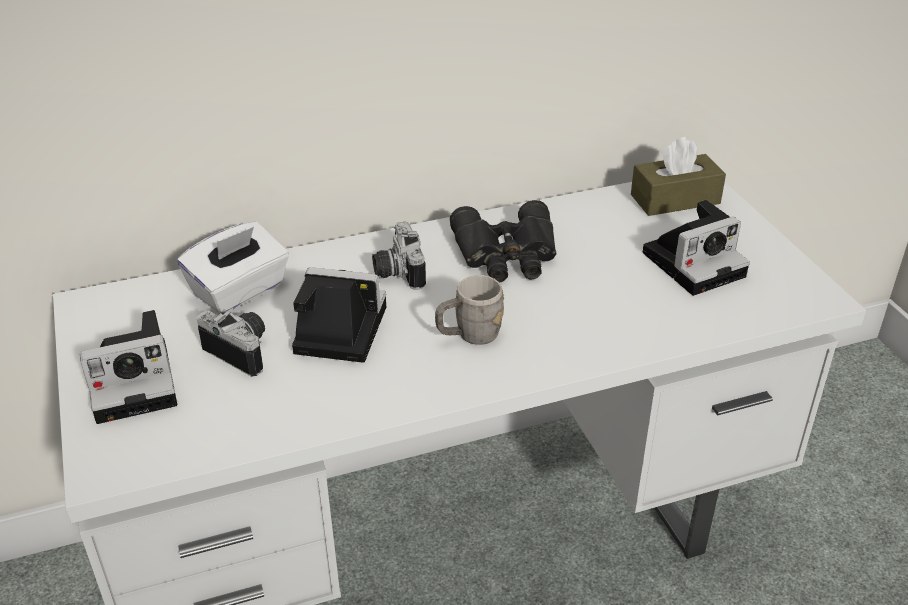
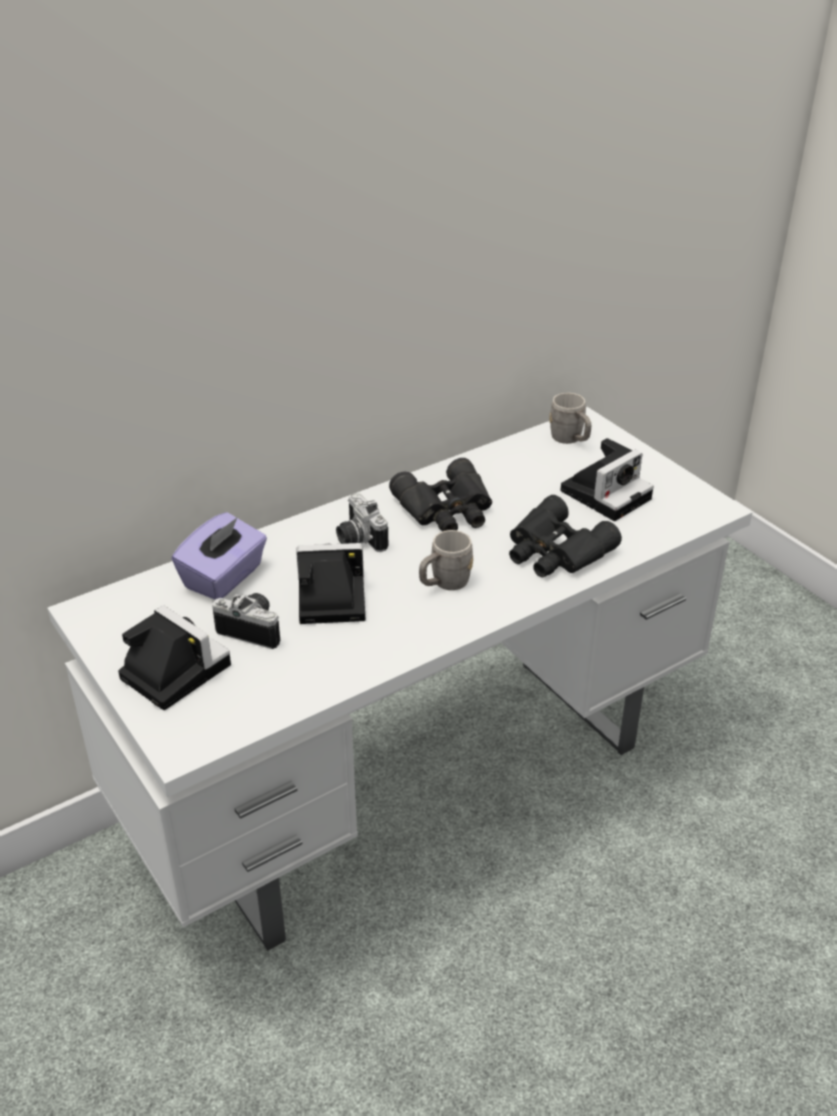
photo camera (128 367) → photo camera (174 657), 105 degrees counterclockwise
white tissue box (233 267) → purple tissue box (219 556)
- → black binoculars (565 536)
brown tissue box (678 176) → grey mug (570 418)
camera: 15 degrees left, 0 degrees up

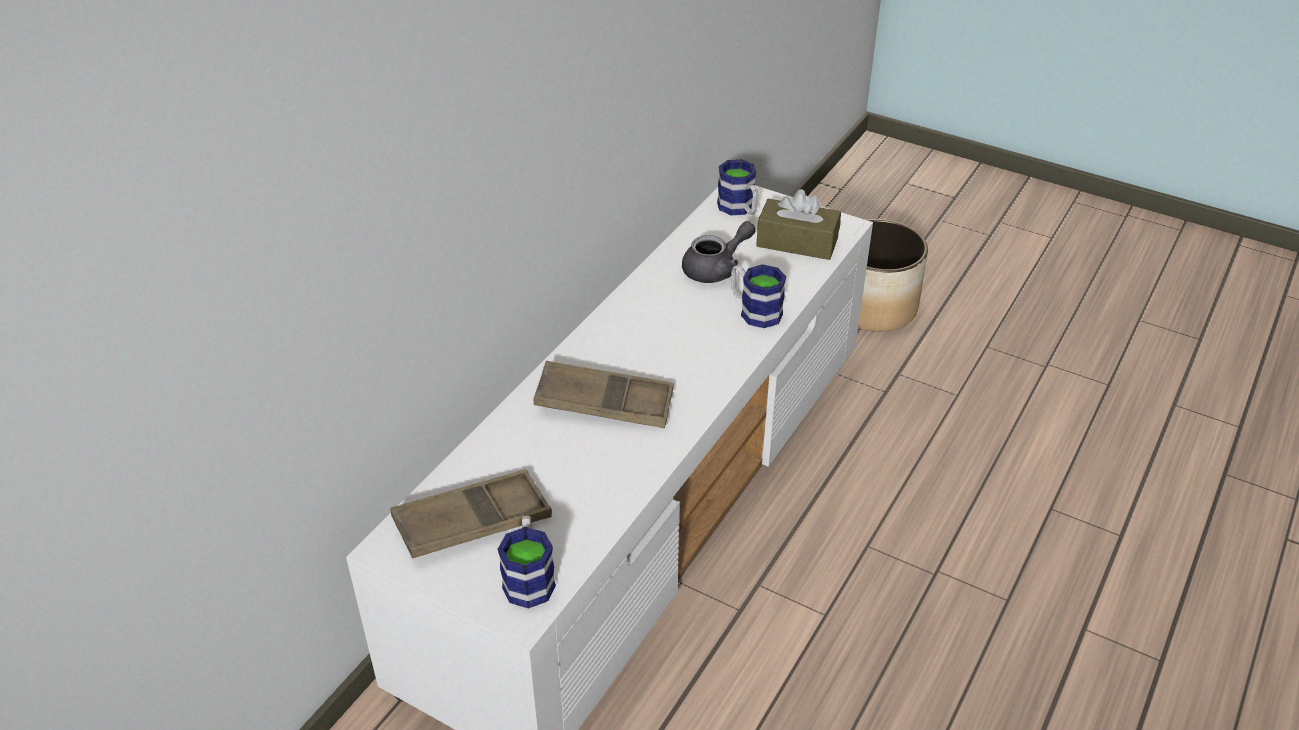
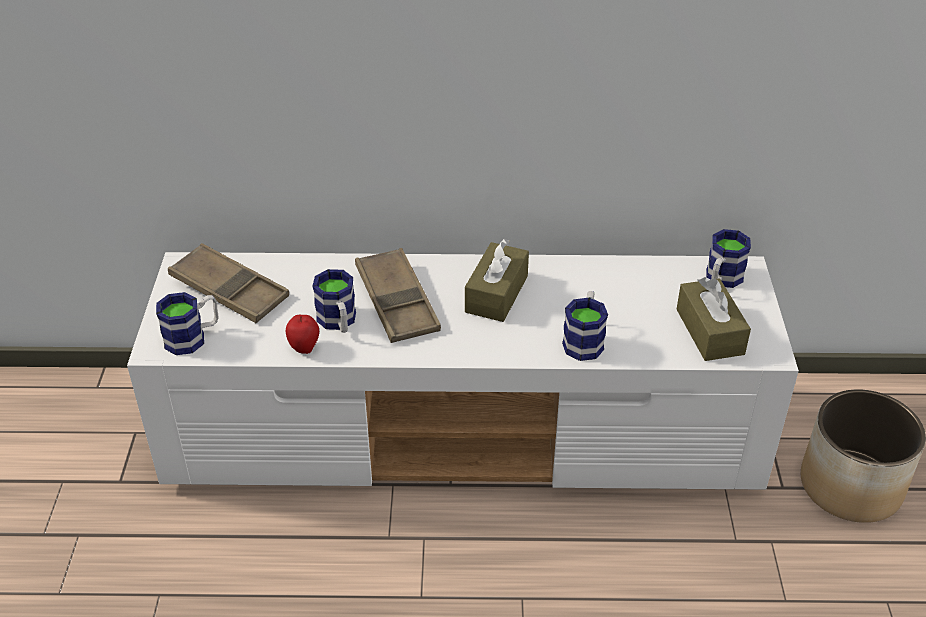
- → apple (302 334)
- → mug (334 301)
- → brown tissue box (497 280)
grey teapot (719 252) → -
camera: 60 degrees right, 0 degrees up

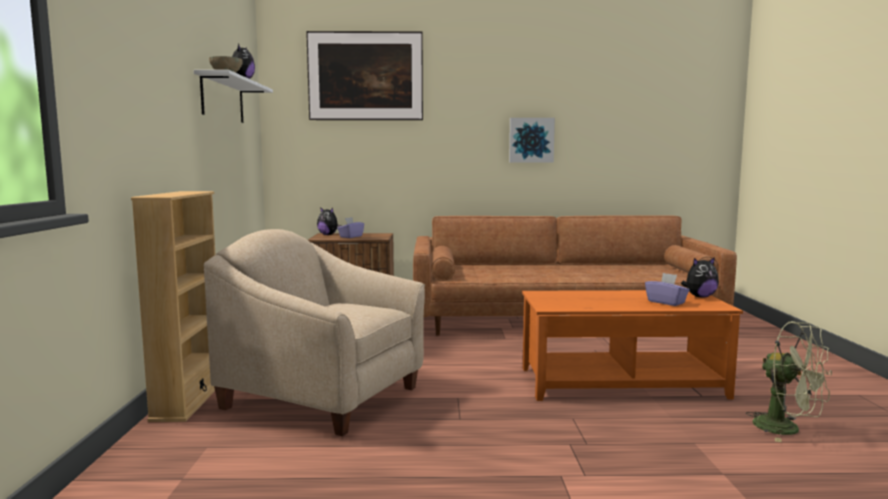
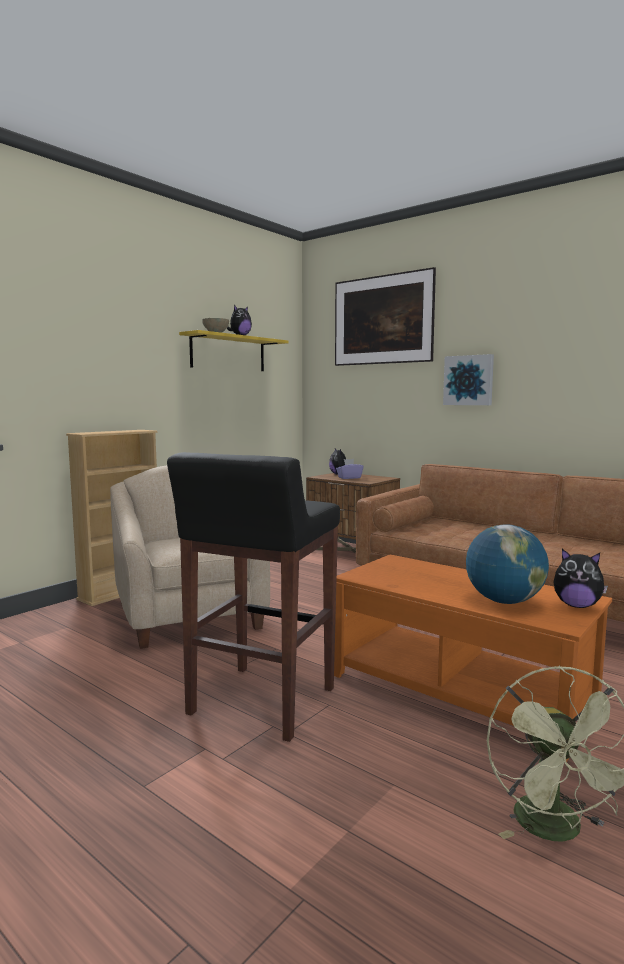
- → black stool (253 597)
white shelf (233 96) → yellow shelf (234 350)
picture (532 140) → picture (468 379), moved
purple tissue box (667 289) → globe (507 564)
camera: 40 degrees right, 0 degrees up

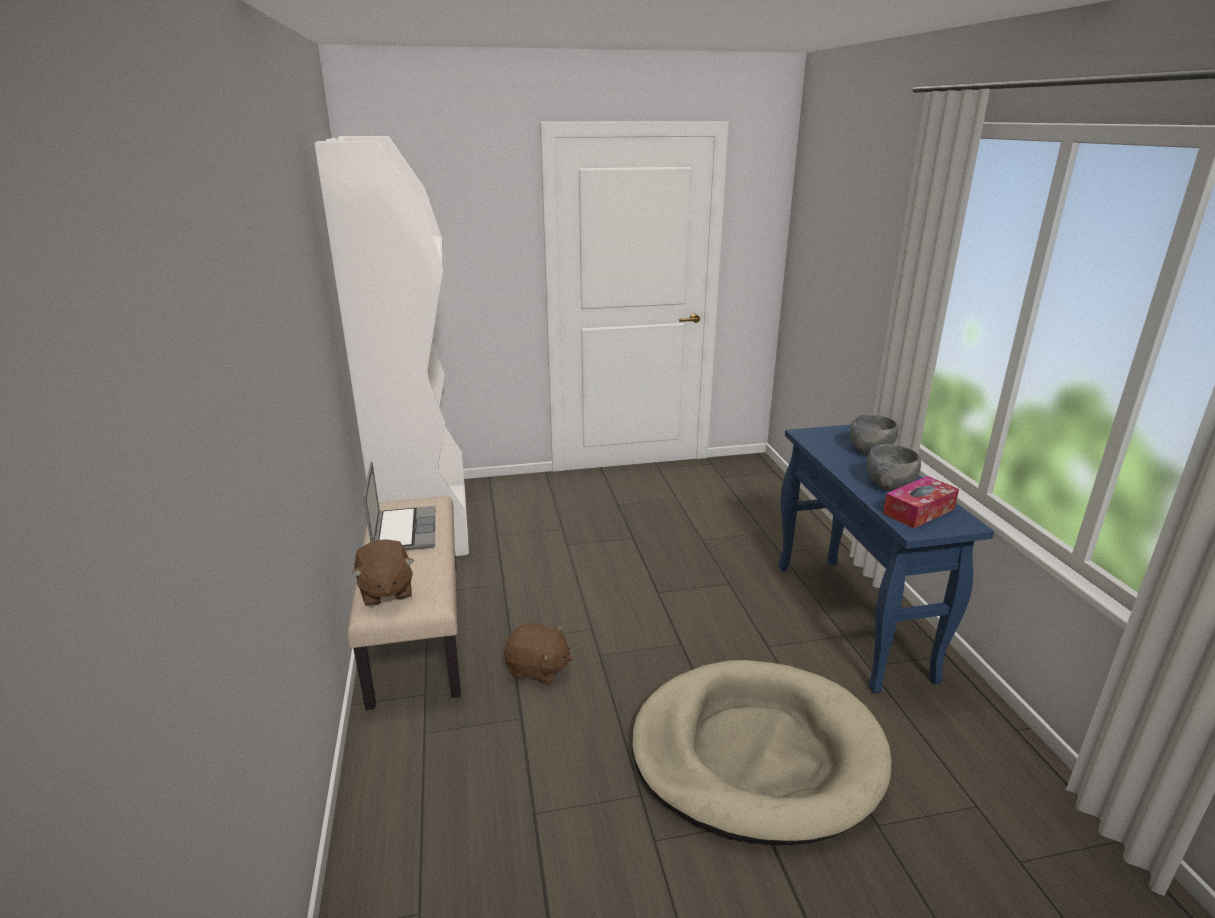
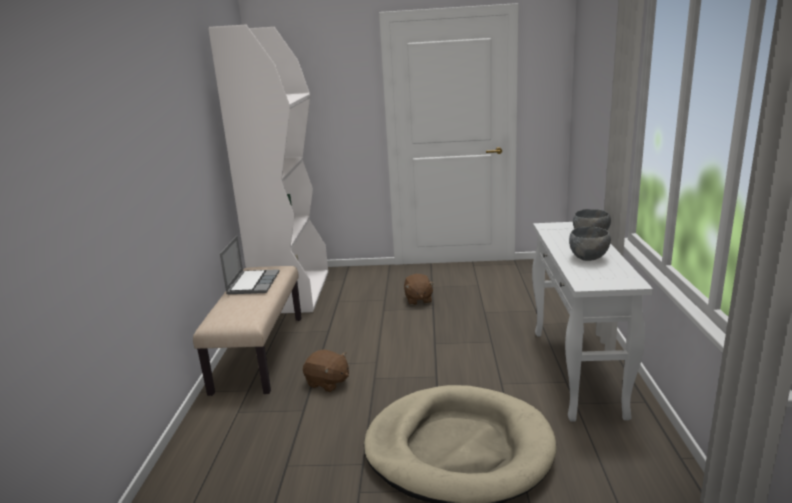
brown plush toy (383 573) → brown plush toy (419 289), moved
blue console table (886 559) → white console table (592 322)
tissue box (921 502) → -
camera: 15 degrees right, 5 degrees down

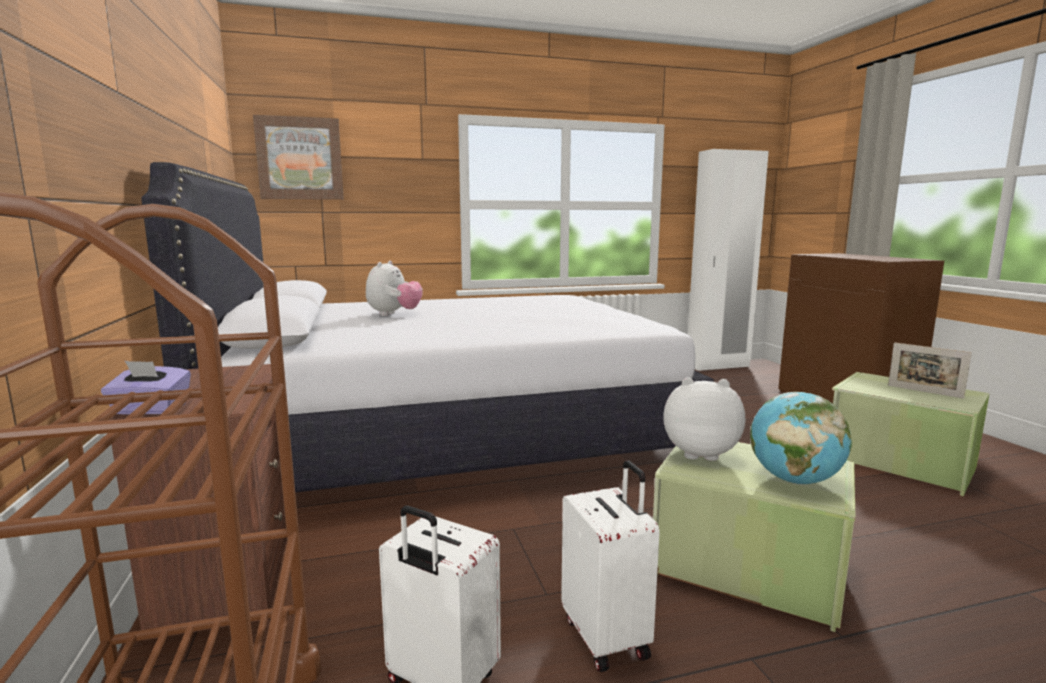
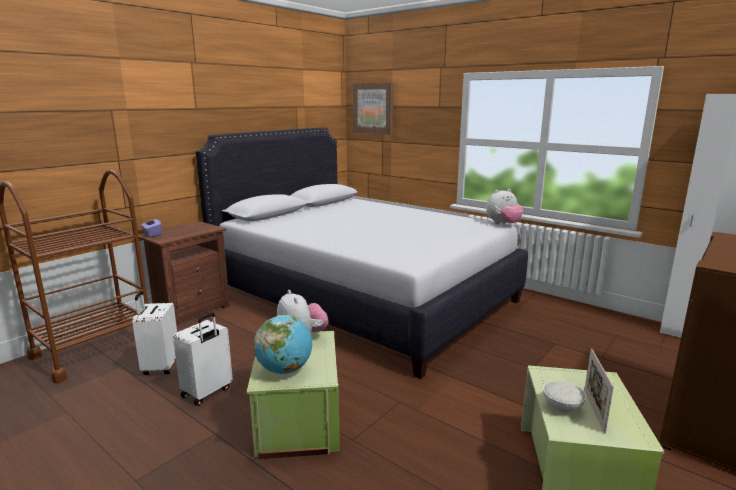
plush toy (394 288) → plush toy (505 206), moved
- → white bowl (564 397)
camera: 55 degrees right, 5 degrees up

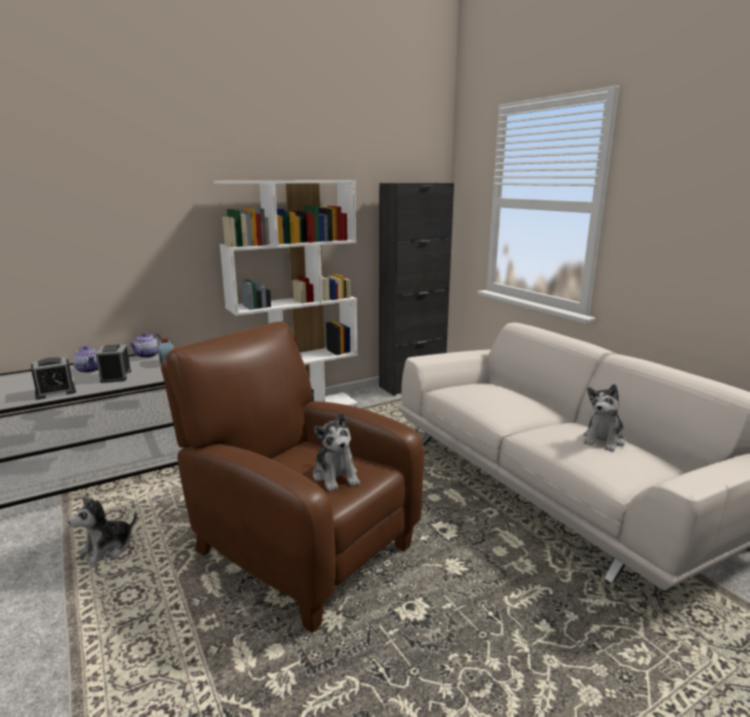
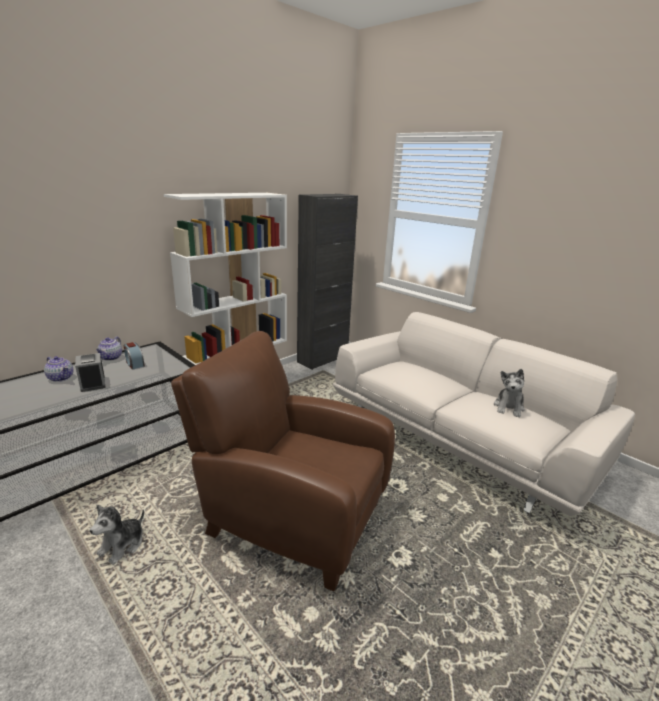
alarm clock (53 378) → -
plush toy (336 452) → -
camera: 15 degrees left, 5 degrees up

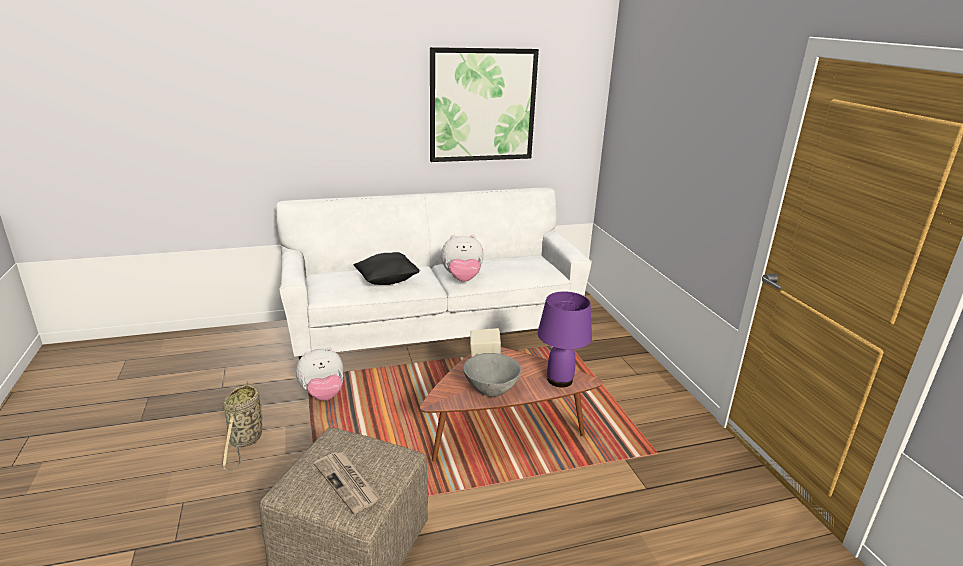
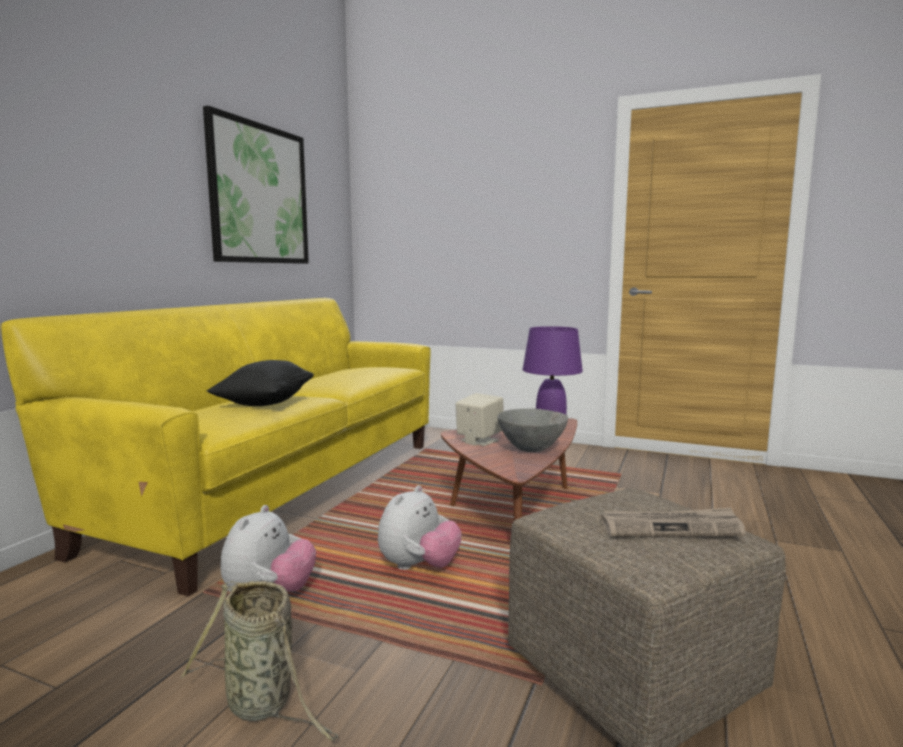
white sofa (434 274) → yellow sofa (216 447)
plush toy (462 258) → plush toy (420 527), moved
camera: 50 degrees left, 15 degrees down

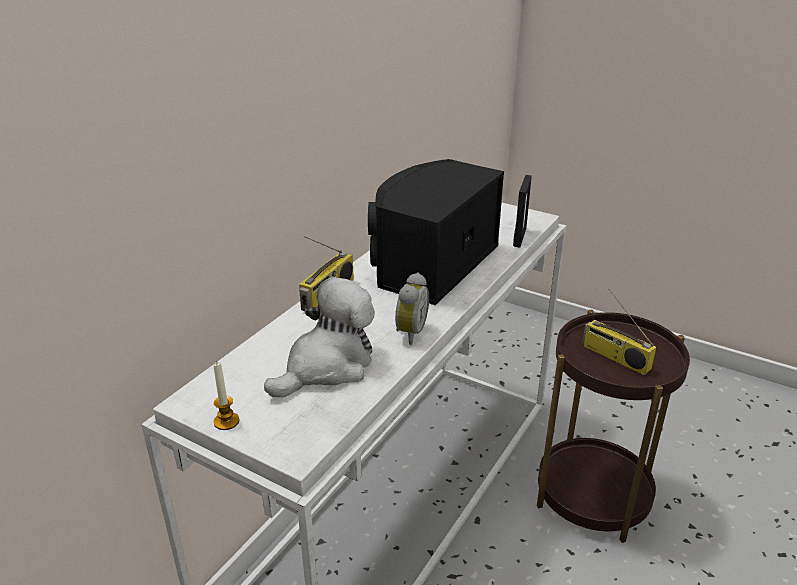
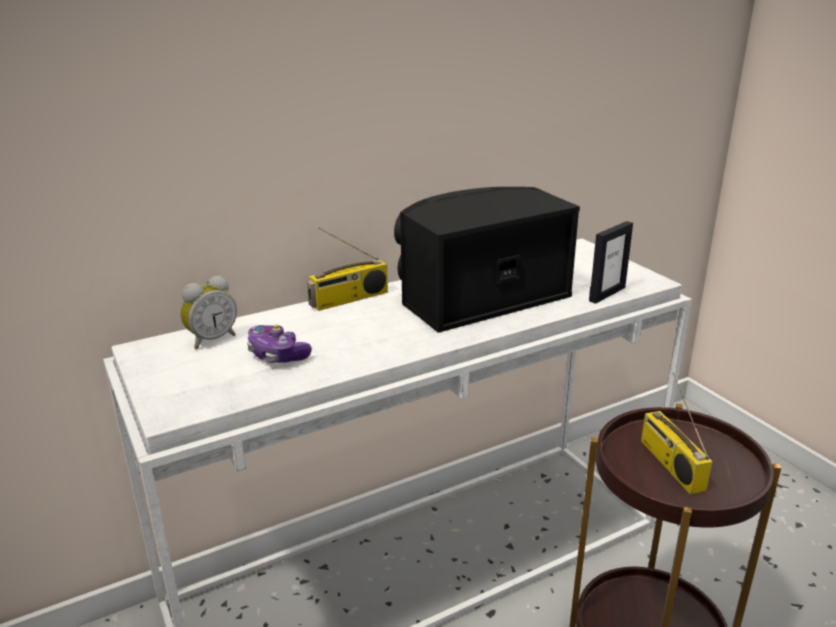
alarm clock (412 309) → alarm clock (208 312), moved
plush toy (319 337) → game controller (279 344)
candle (226 396) → -
camera: 30 degrees right, 5 degrees down

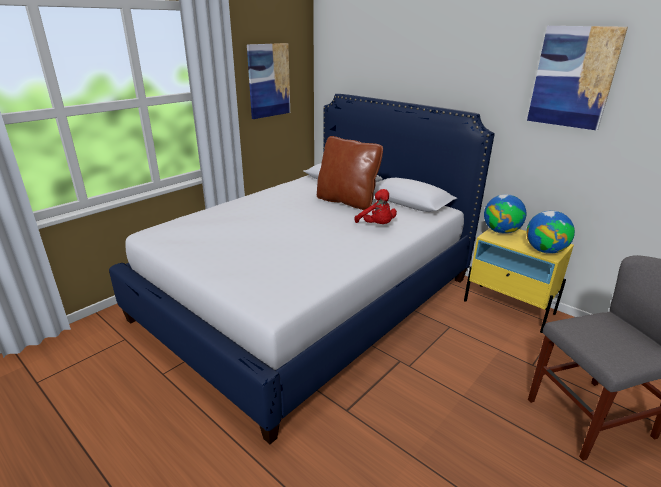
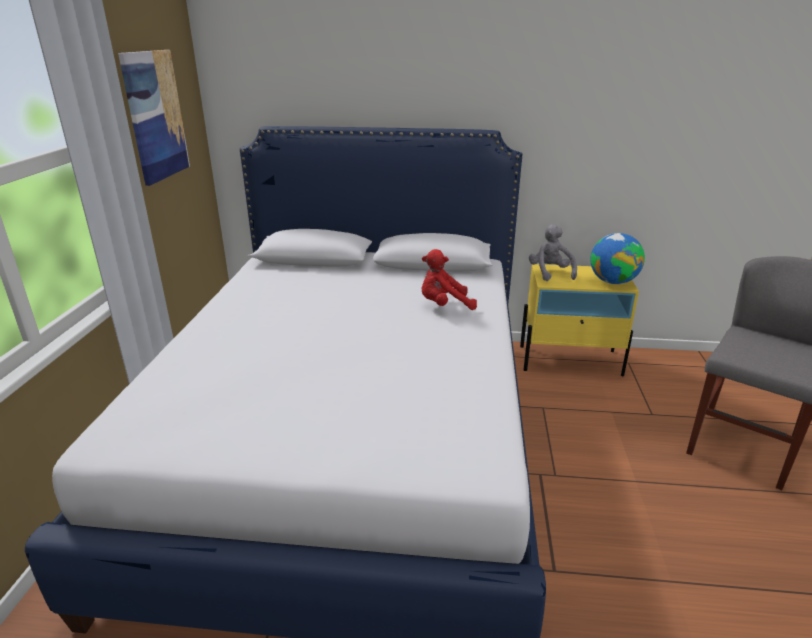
red plush toy (376 206) → red plush toy (449 279), 150 degrees clockwise
globe (505 214) → grey plush toy (553 252)
brown pillow (350 173) → -
picture (577 78) → -
camera: 35 degrees left, 0 degrees up

